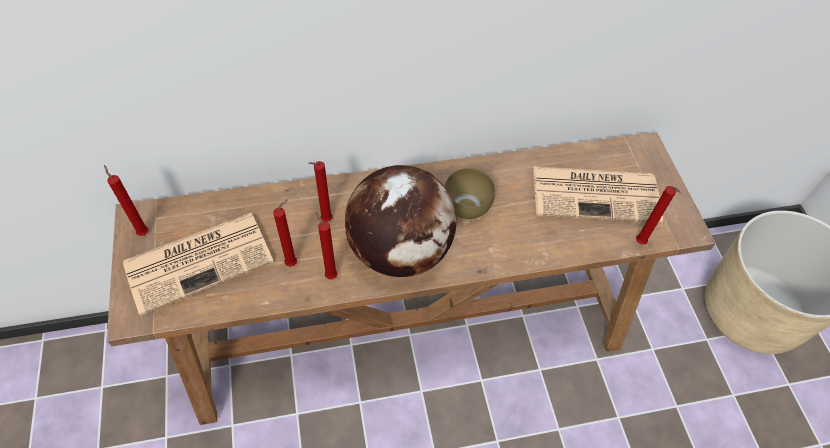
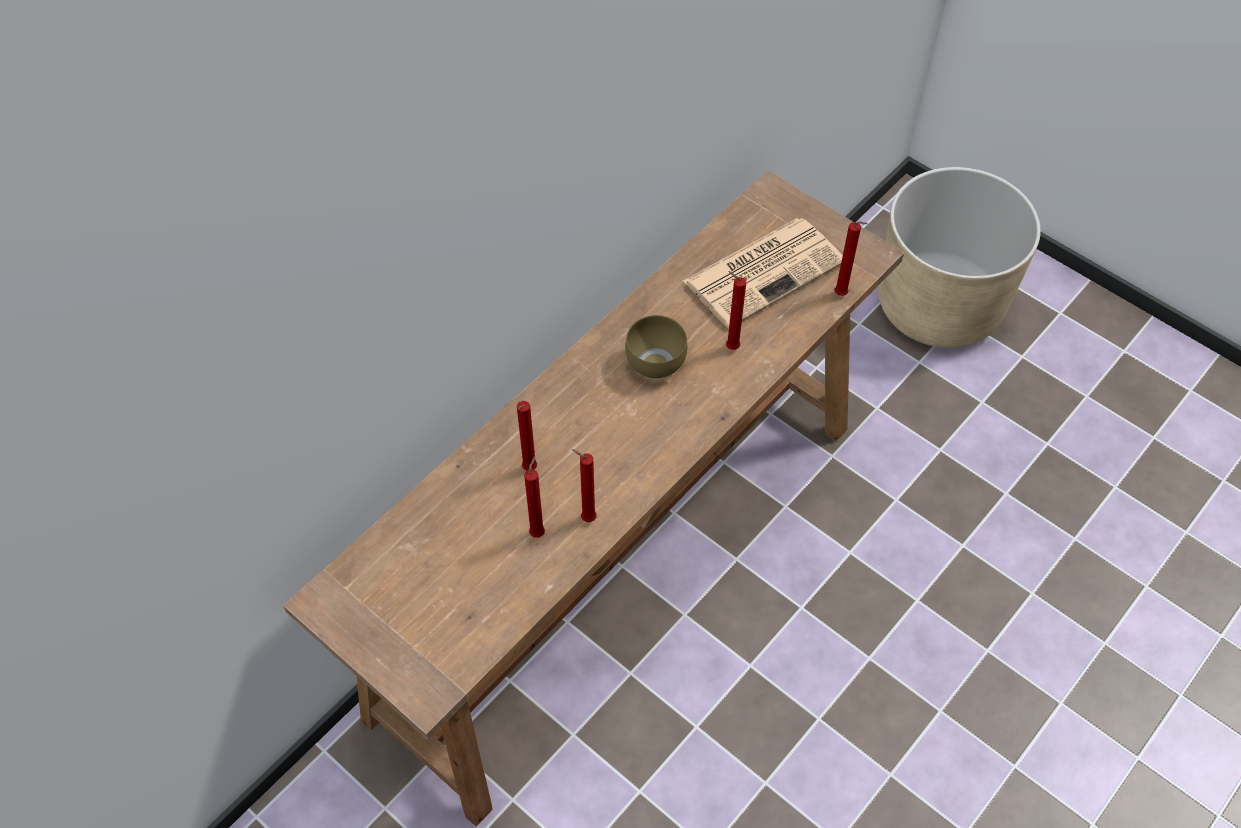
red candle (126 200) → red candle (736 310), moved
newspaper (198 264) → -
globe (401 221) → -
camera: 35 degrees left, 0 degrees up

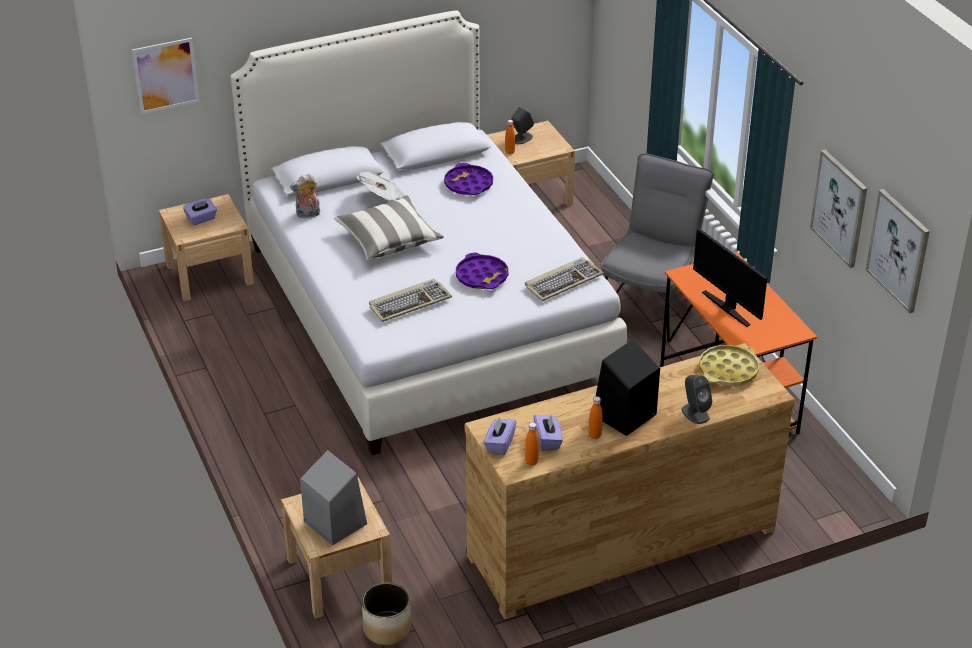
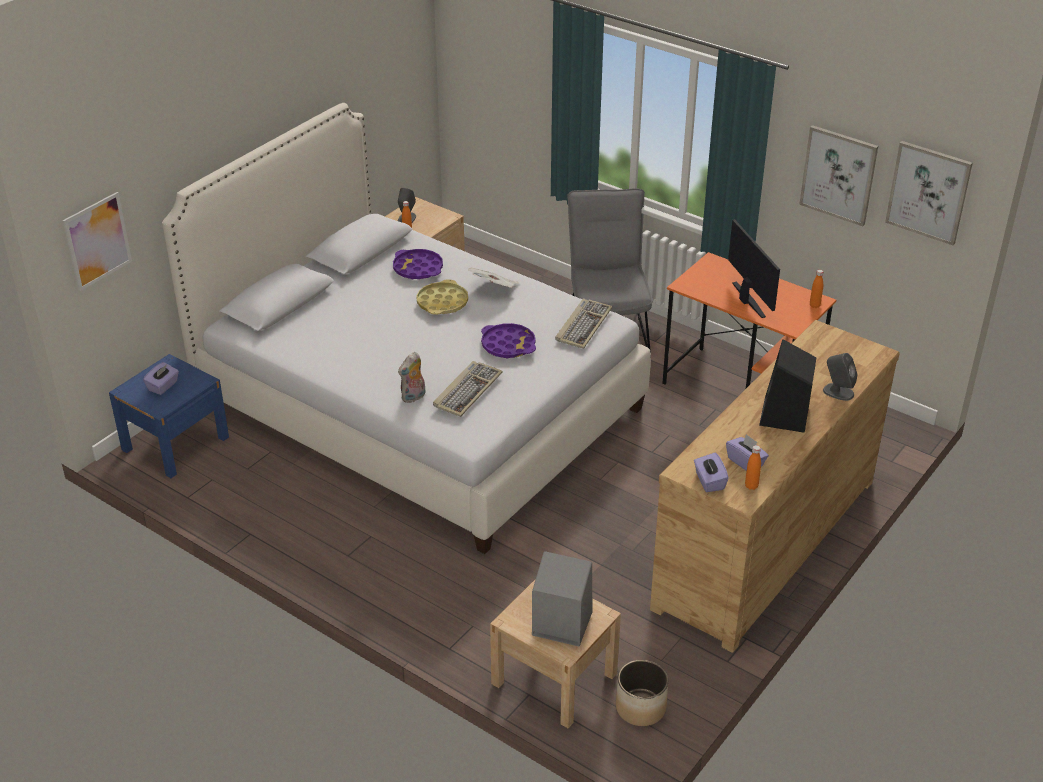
beige nightstand (206 247) → blue nightstand (169 416)
plush toy (305 196) → plush toy (412 377), moved
yellow tray (729 365) → yellow tray (442 297), moved
newspaper (381 186) → newspaper (493 278), moved
monitor (730 277) → monitor (754 268), 135 degrees counterclockwise
orange bottle (596 417) → orange bottle (816 289), moved
pillow (389 228) → -
camera: 30 degrees left, 0 degrees up

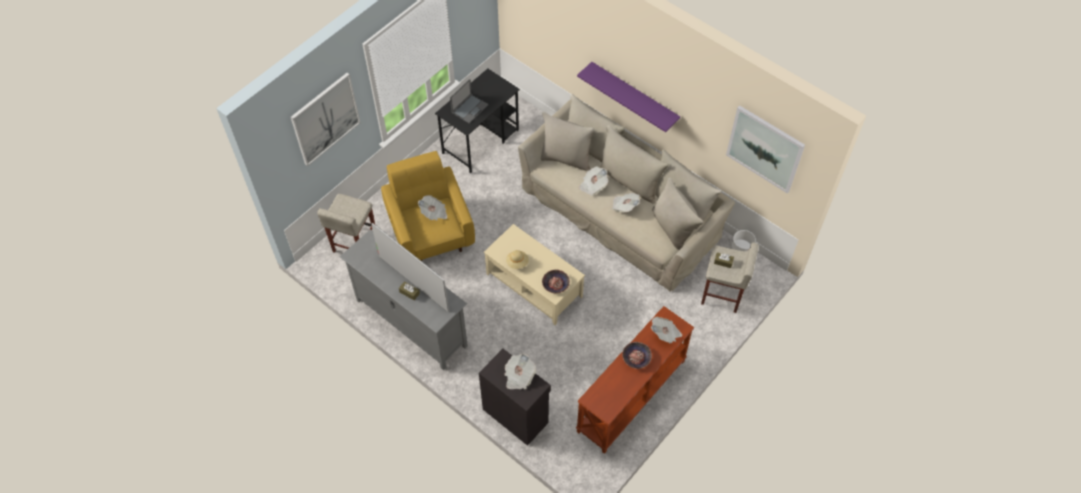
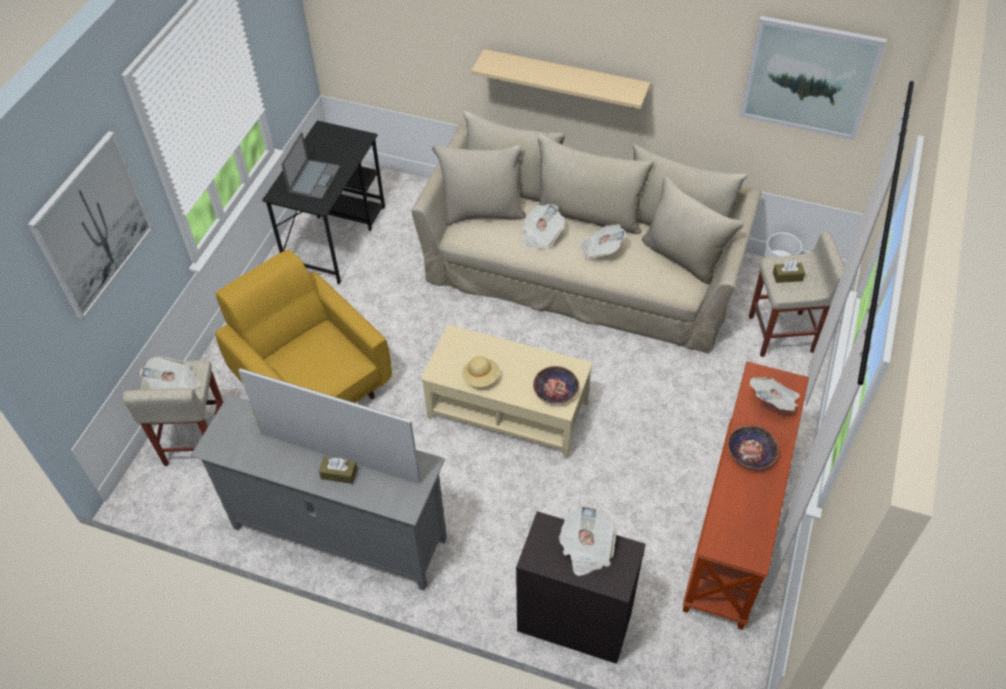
newspaper (432 208) → newspaper (170 372), moved
purple shelf (628 97) → beige shelf (561 79)
camera: 20 degrees left, 5 degrees down

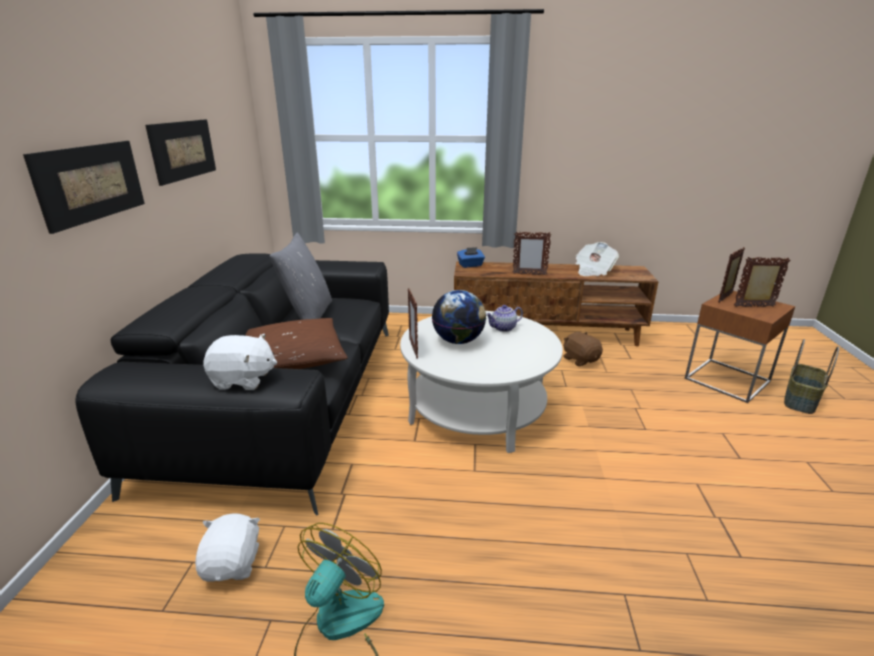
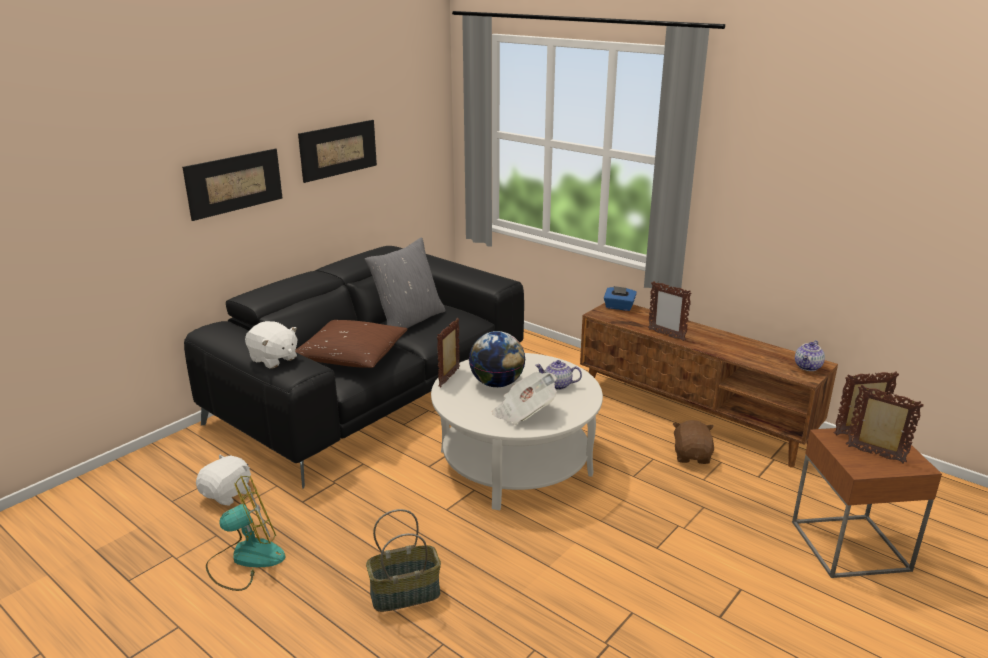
basket (811 376) → basket (403 560), moved
newspaper (597 259) → newspaper (524 398), moved
- → teapot (810 355)
camera: 35 degrees right, 0 degrees up

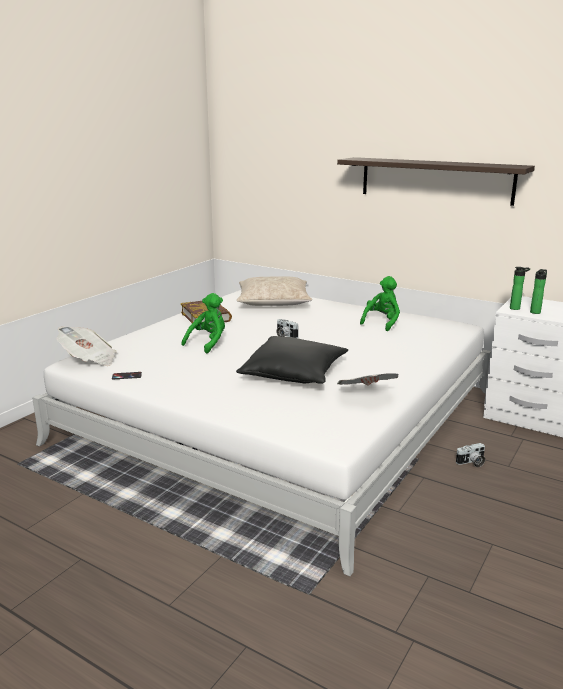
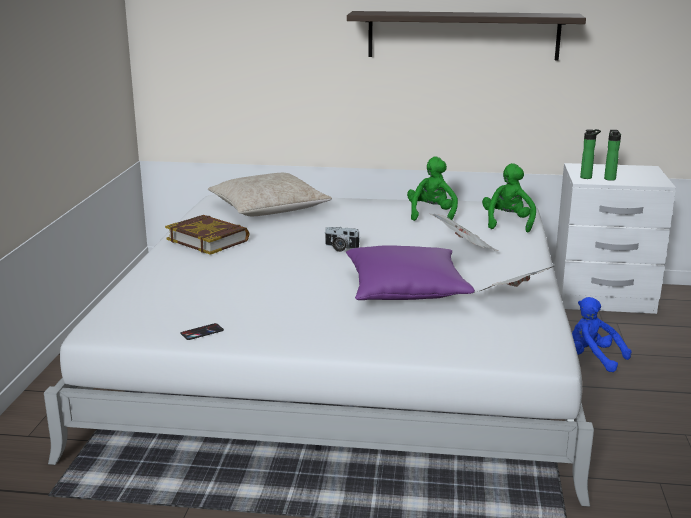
black pillow (292 360) → purple pillow (410 273)
newspaper (86 346) → newspaper (464 232), moved
green plush toy (203 323) → green plush toy (509 197), moved
photo camera (470 455) → blue plush toy (602 334)
camera: 25 degrees left, 0 degrees up

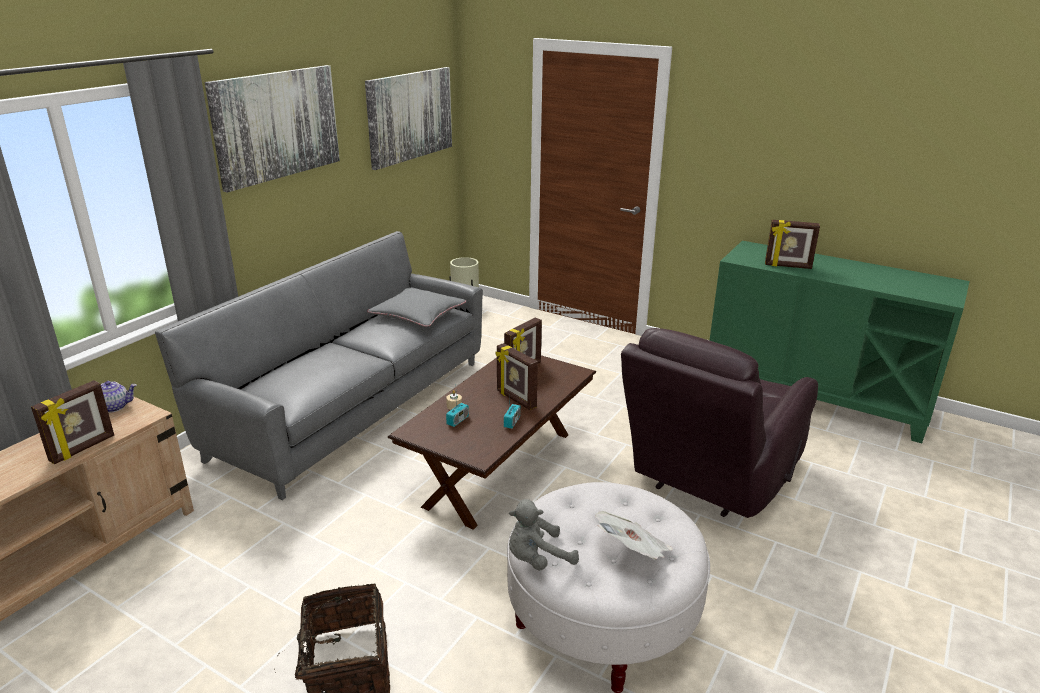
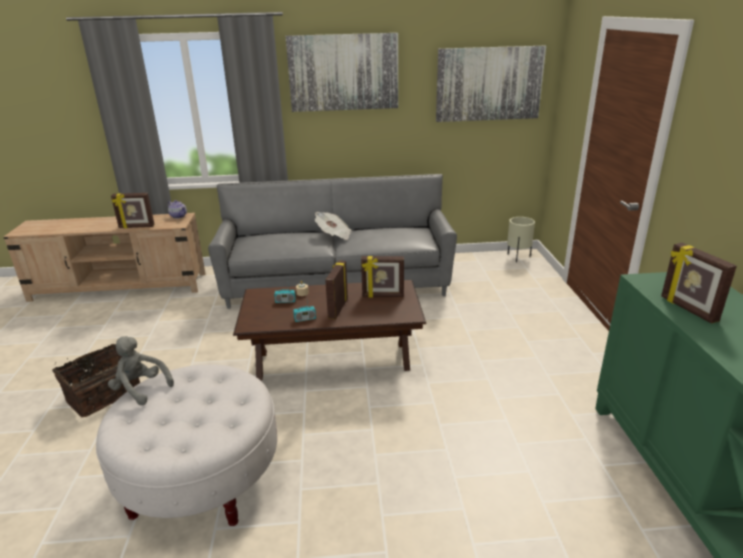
newspaper (634 535) → newspaper (333 226), moved
grey pillow (417 307) → -
brown armchair (719 423) → -
camera: 55 degrees right, 0 degrees up

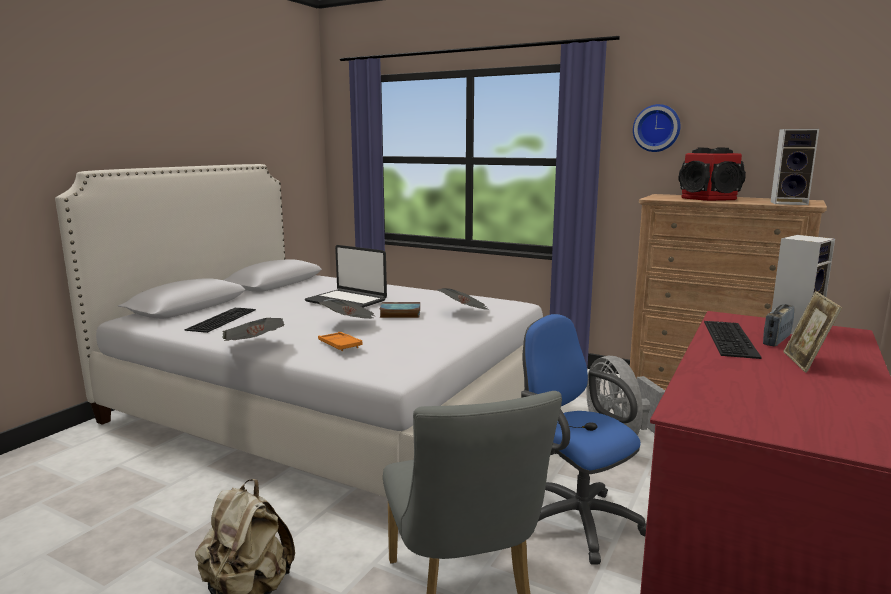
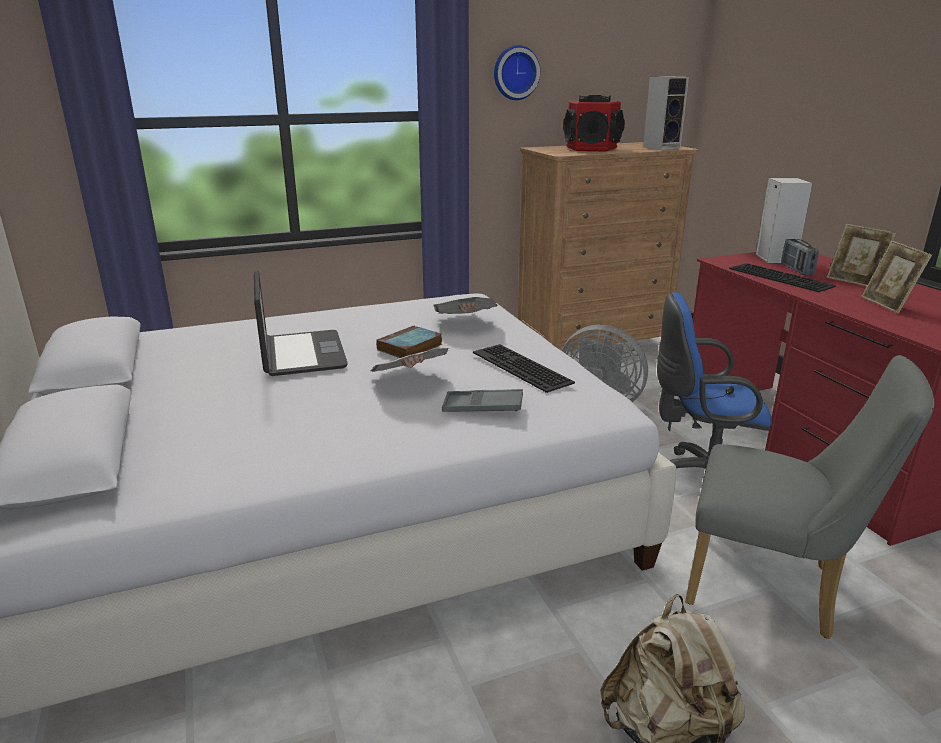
laptop (346 276) → laptop (301 323), 90 degrees counterclockwise
orange tray (340 341) → grey tray (482 400)
keyboard (220 320) → keyboard (524 368), moved
- → picture frame (896 277)
newspaper (253 329) → -
camera: 50 degrees left, 10 degrees up

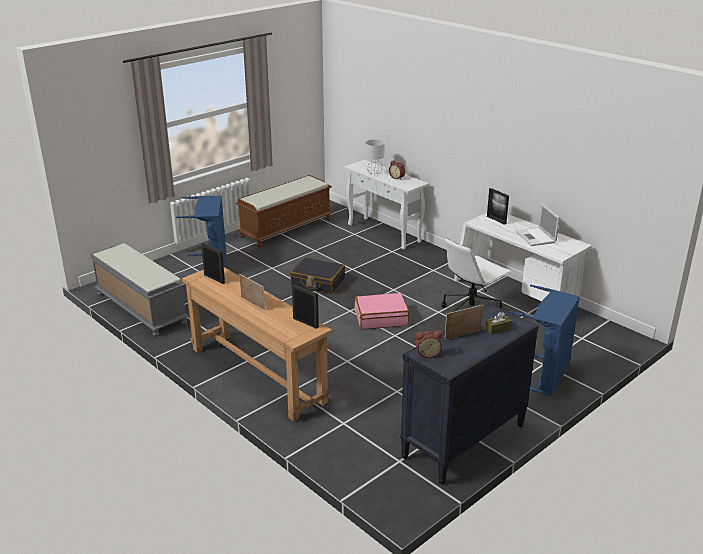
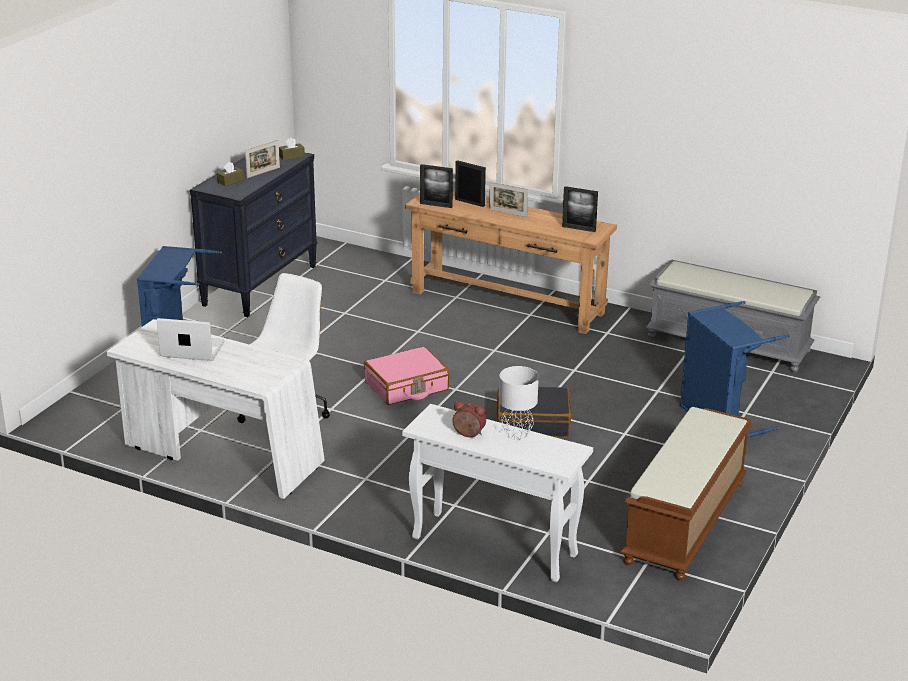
laptop (538 225) → laptop (191 339), 45 degrees counterclockwise
alarm clock (428 344) → brown tissue box (292 149)
picture frame (498 206) → picture frame (470 183), moved
camera: 160 degrees right, 0 degrees up

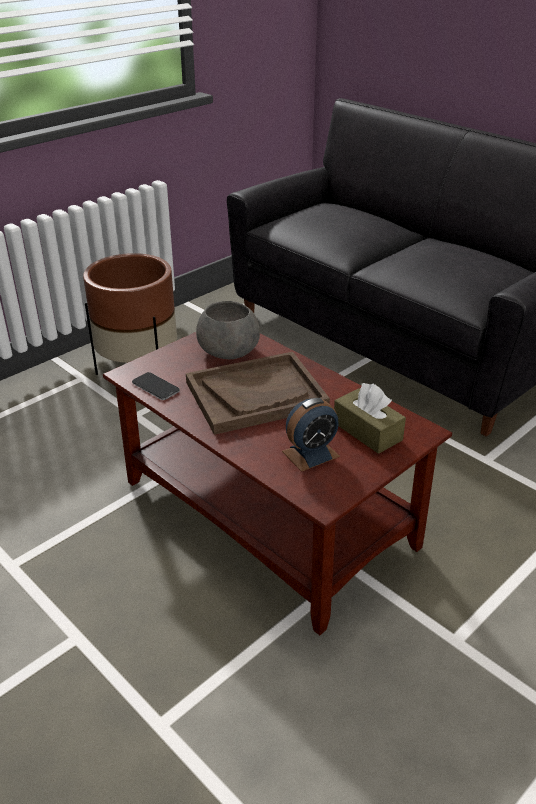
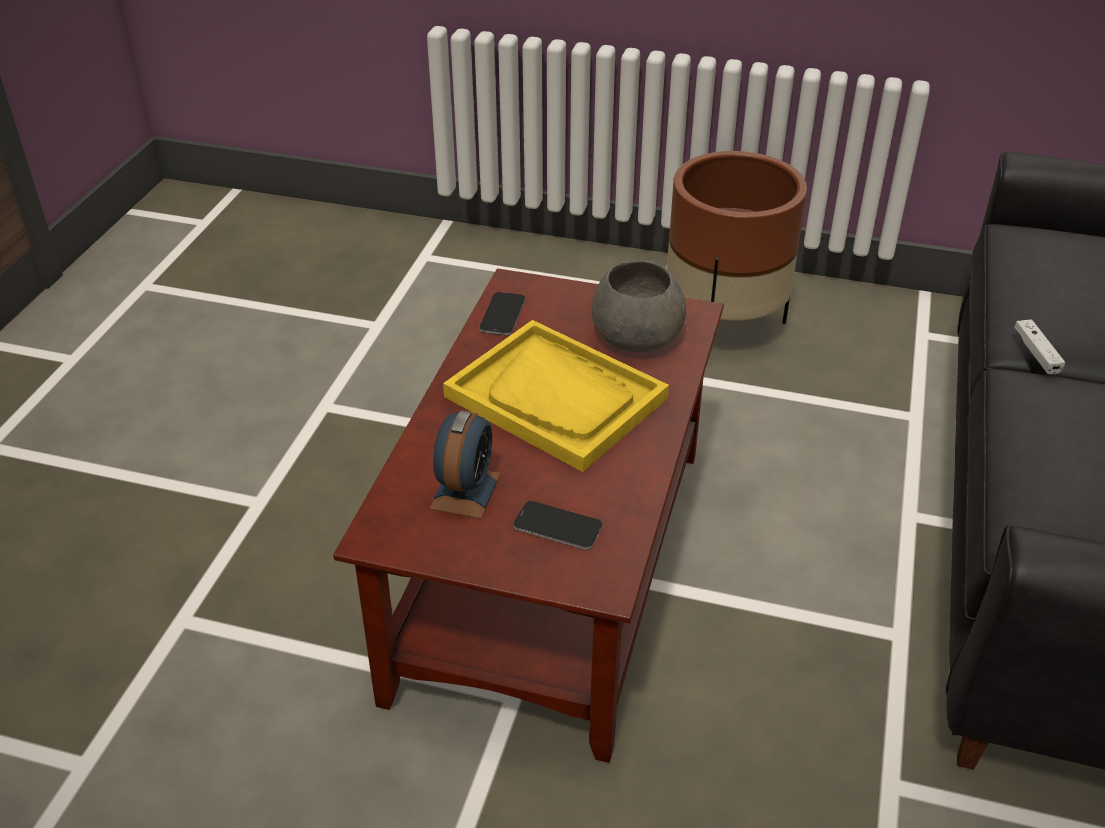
alarm clock (311 435) → alarm clock (465 464), 105 degrees counterclockwise
brown tray (258 393) → yellow tray (556 396)
brown tissue box (370 418) → phone (557 525)
- → white game controller (1039 347)
camera: 60 degrees right, 5 degrees up

